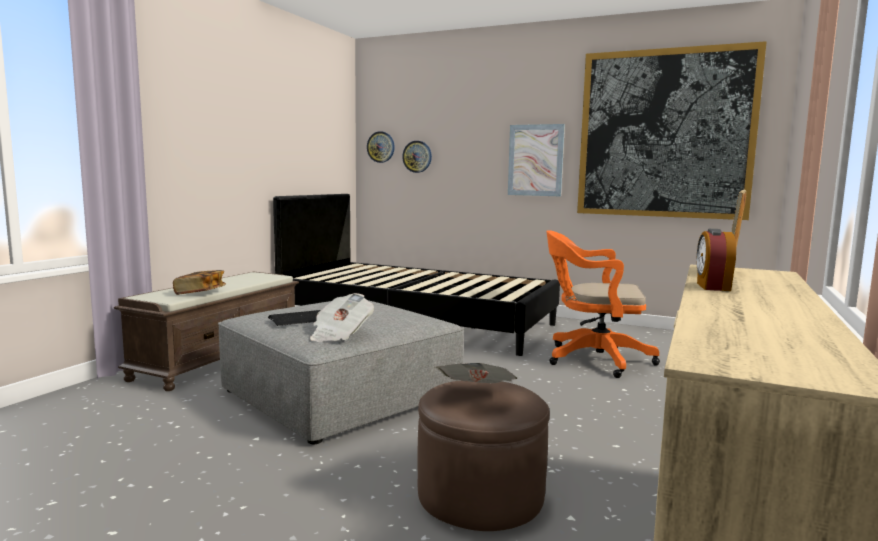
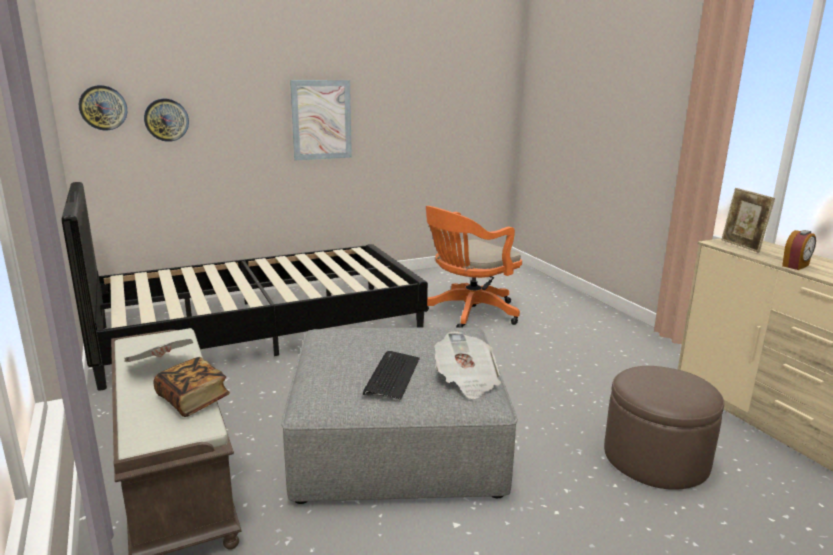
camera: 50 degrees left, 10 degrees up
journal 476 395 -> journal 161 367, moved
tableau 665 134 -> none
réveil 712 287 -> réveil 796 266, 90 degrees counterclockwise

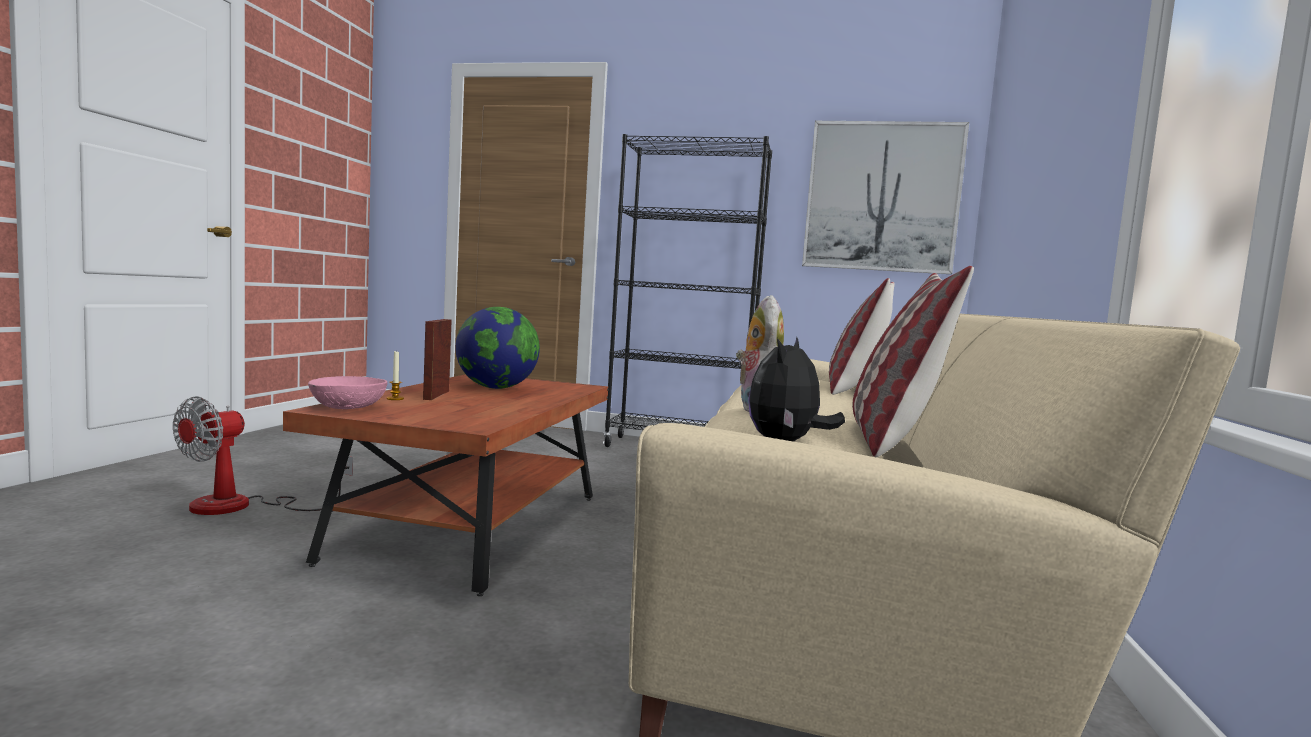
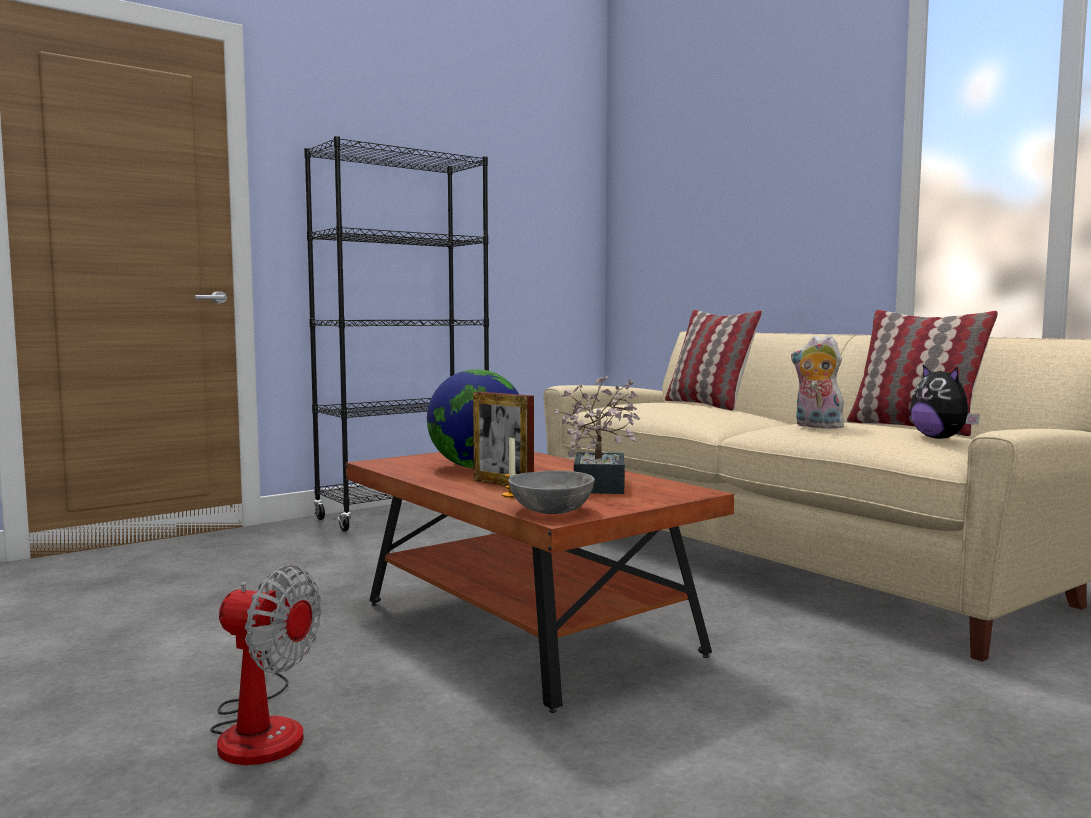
camera: 50 degrees left, 0 degrees up
ventilateur 242 506 -> ventilateur 261 728, 45 degrees counterclockwise
bol (rose) 349 407 -> bol (gris) 552 510
tableau 882 197 -> none
none -> plante en pot 600 483

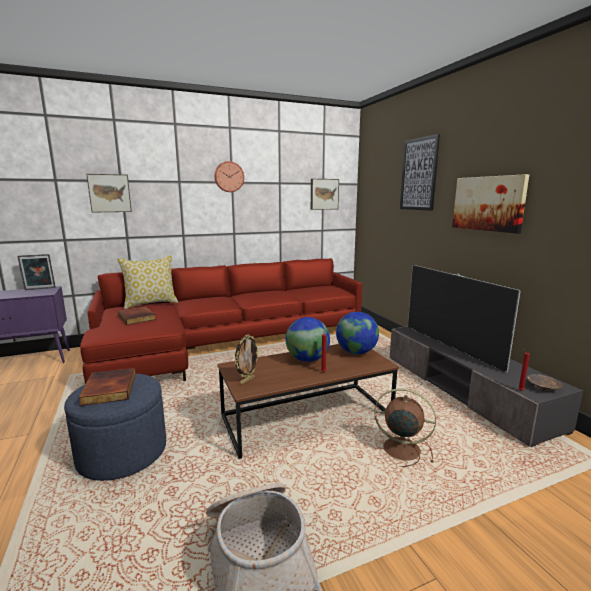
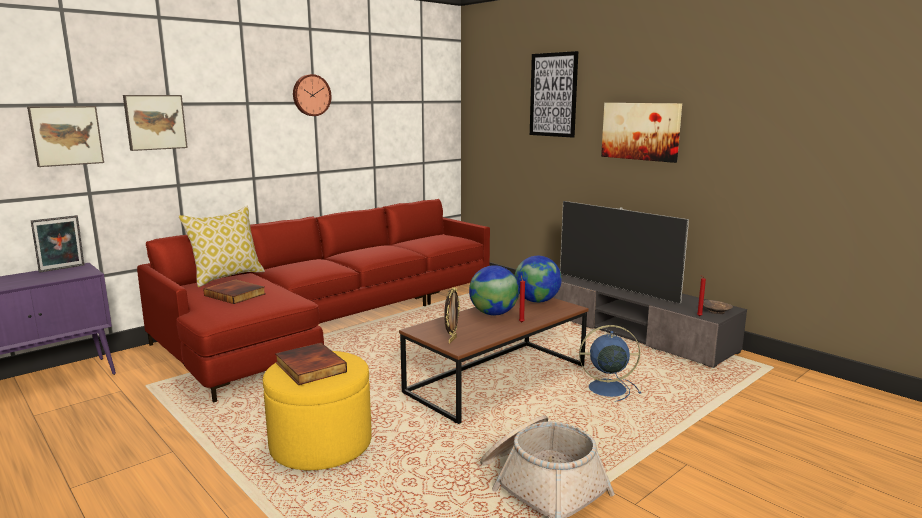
camera: 20 degrees left, 0 degrees up
pouf (bleu) 122 453 -> pouf (jaune) 321 444
tableau 324 194 -> tableau 66 135, moved
ventilateur (marron) 399 449 -> ventilateur (bleu) 605 389

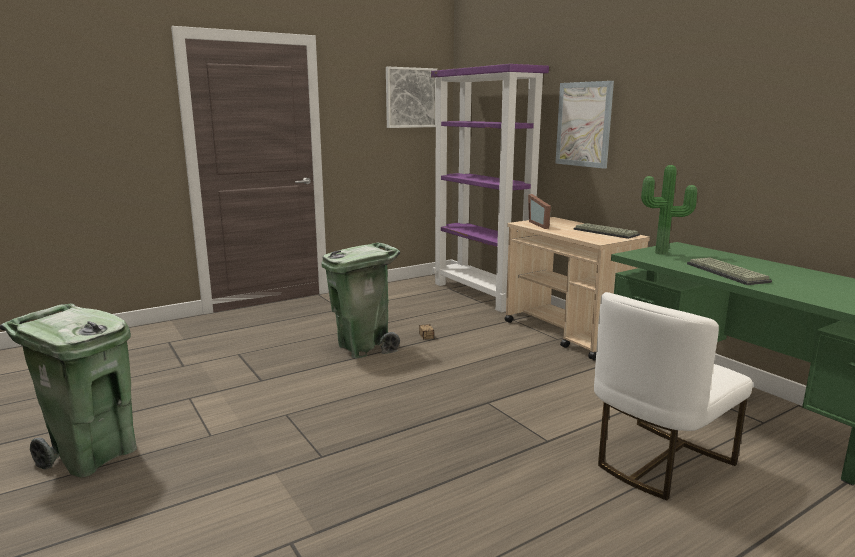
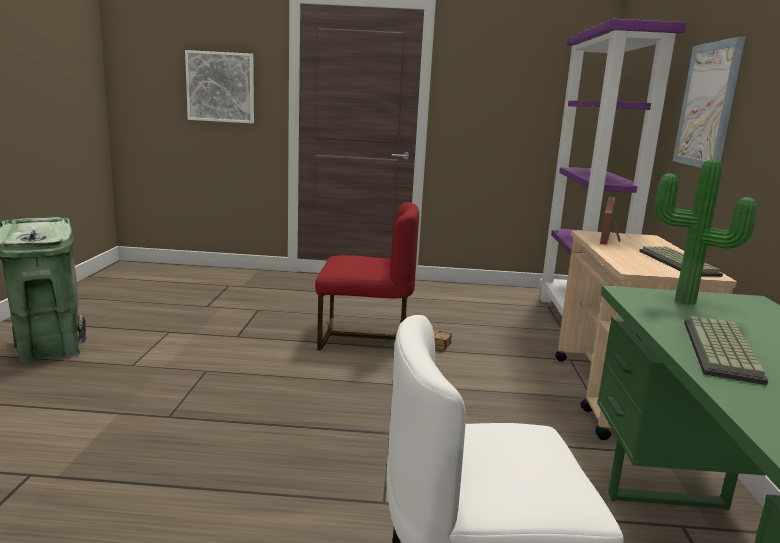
camera: 35 degrees right, 0 degrees up
poubelle (vert) 363 347 -> chaise (rouge) 364 337
tableau 411 98 -> tableau 220 87, moved

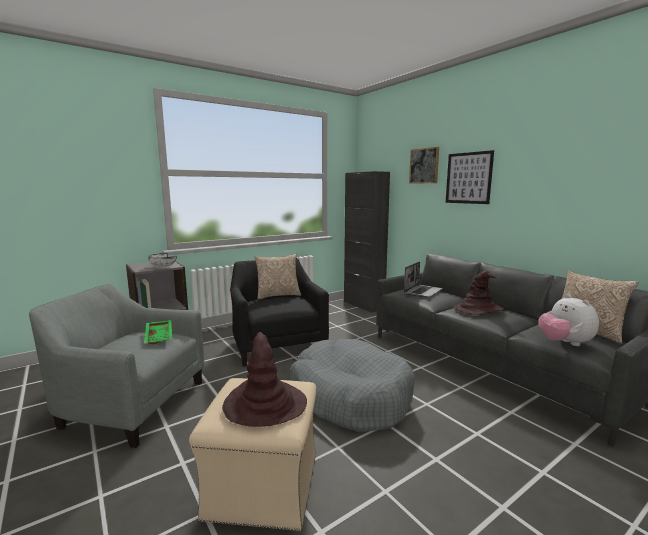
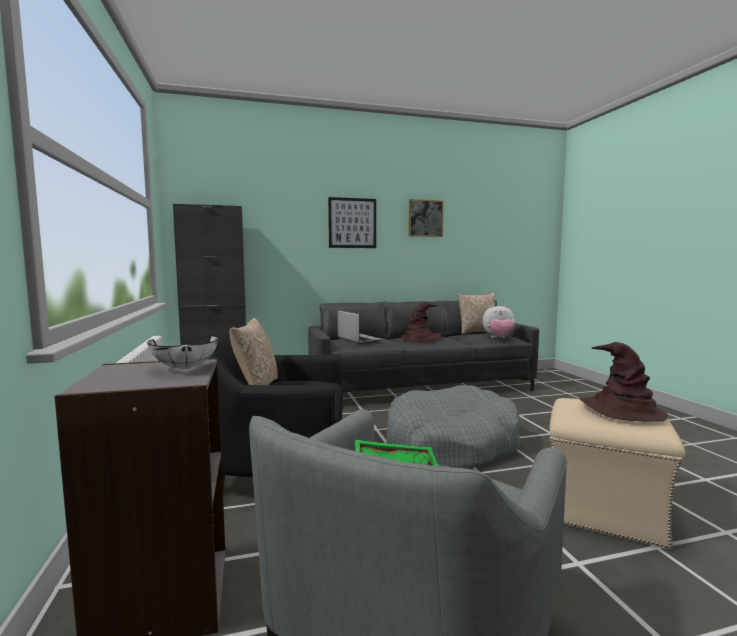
camera: 70 degrees left, 5 degrees down
tableau 424 166 -> tableau 425 218, moved

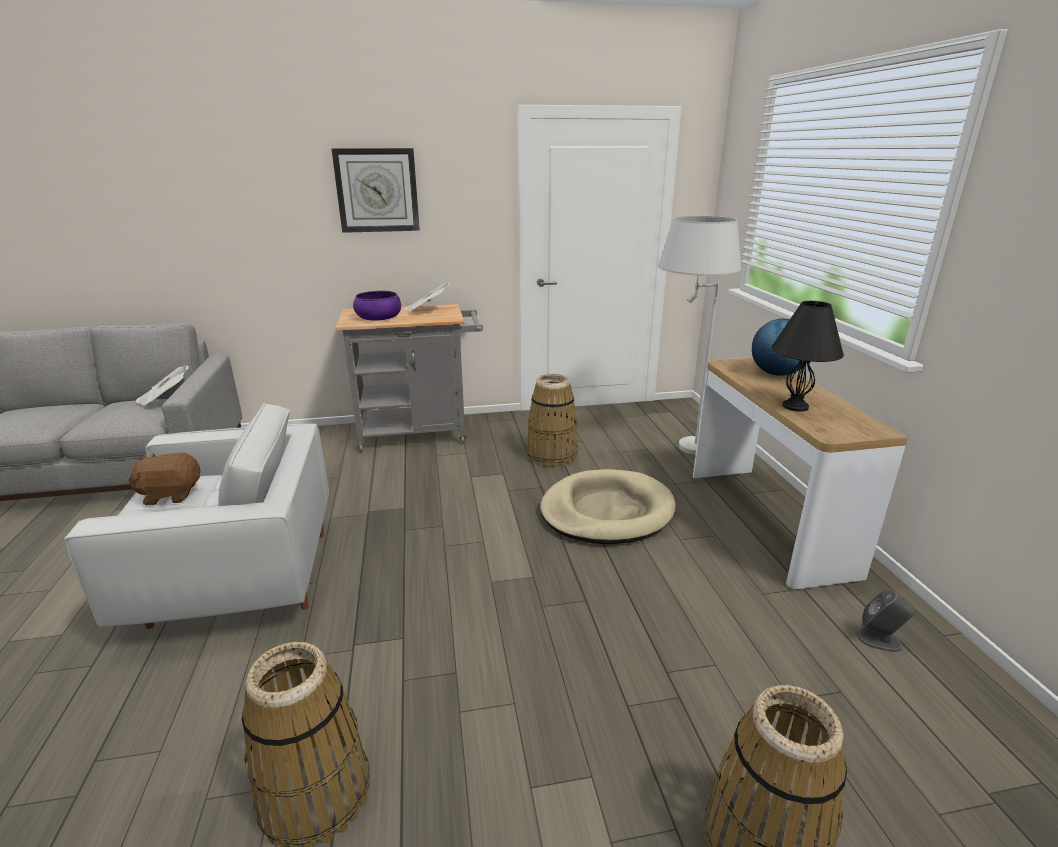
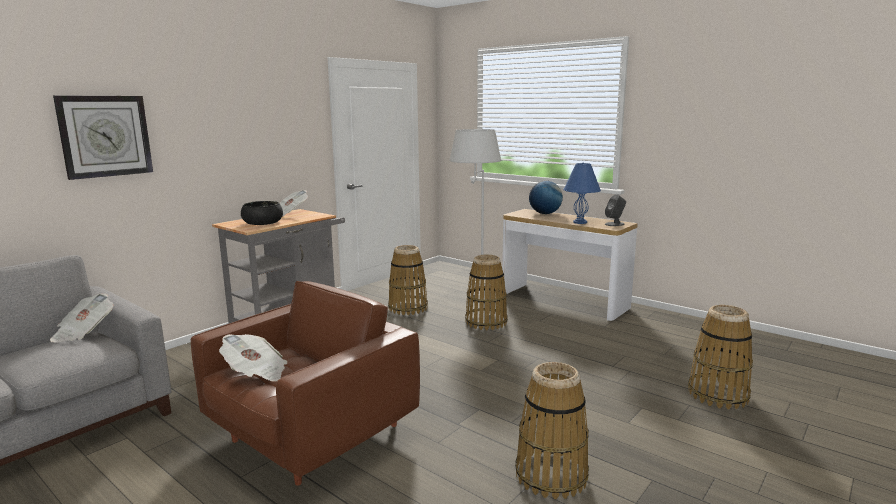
camera: 40 degrees left, 10 degrees down
fauteuil (blanc) 235 578 -> fauteuil (marron) 310 436
peluche (marron) 171 494 -> journal 256 373
horloge murale 377 190 -> horloge murale 105 136, moved
bol (violet) 378 317 -> bol (noir) 262 223
panier pour chien (beige) 606 511 -> panier 485 322
lampe de table (noir) 796 406 -> lampe de table (bleu) 580 222
enceinte (gris) 879 640 -> enceinte (gris) 614 224, moved

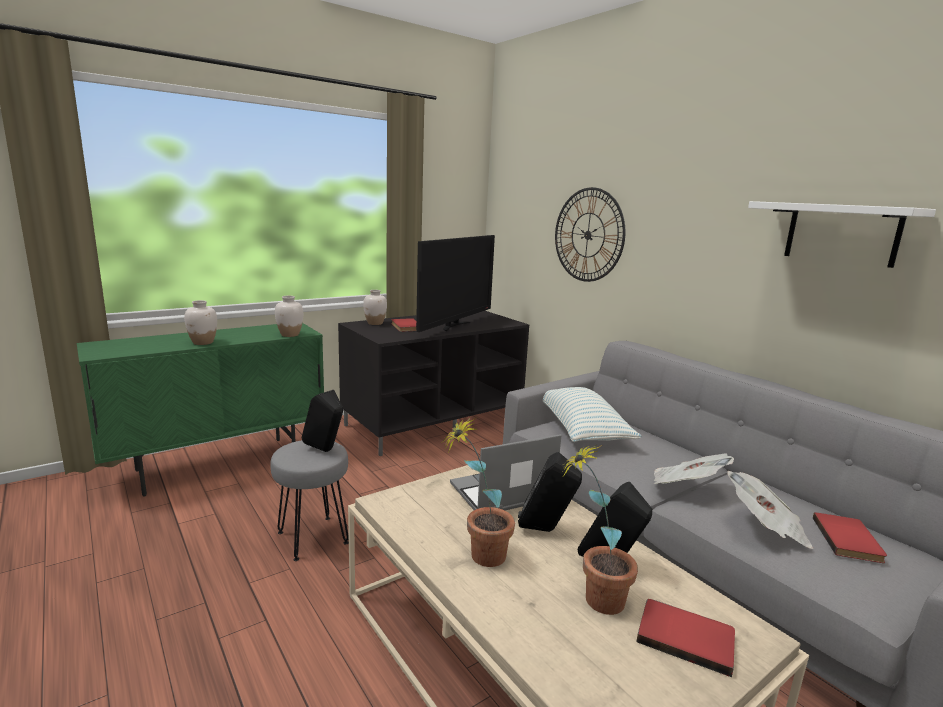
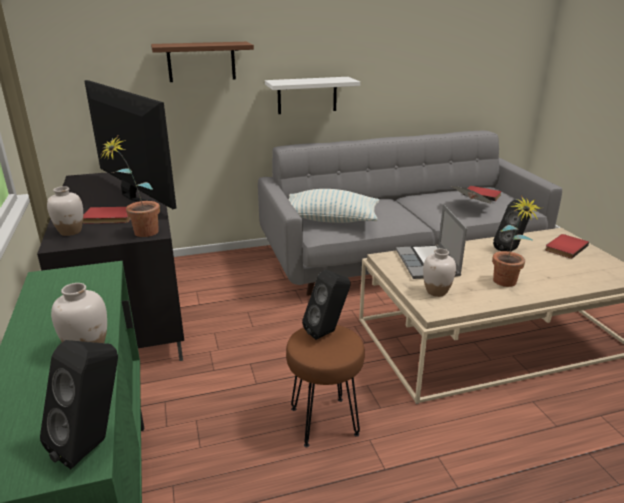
camera: 70 degrees left, 10 degrees up
tabouret (gris) 313 537 -> tabouret (marron) 323 421
vase (blanc) 290 335 -> vase (blanc) 436 291, moved
enceinte (noir) 546 530 -> enceinte (noir) 94 443, moved
horloge murale 588 235 -> étagère (marron) 201 61
plante en pot 592 598 -> plante en pot 140 234, moved
journal 686 486 -> none
étagère (blanc) 841 233 -> étagère (blanc) 307 95, moved

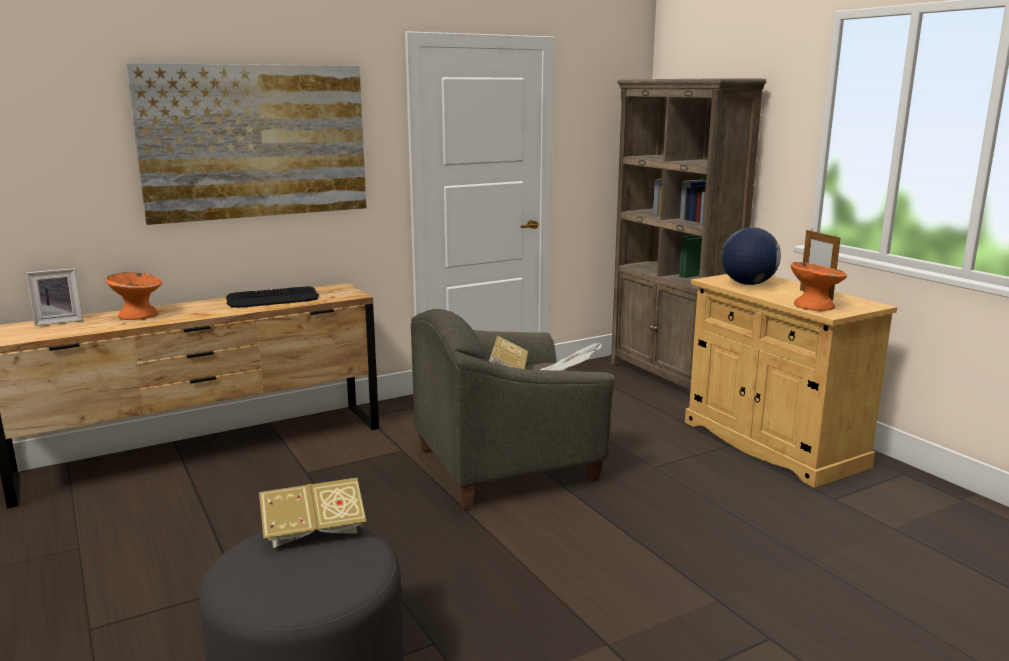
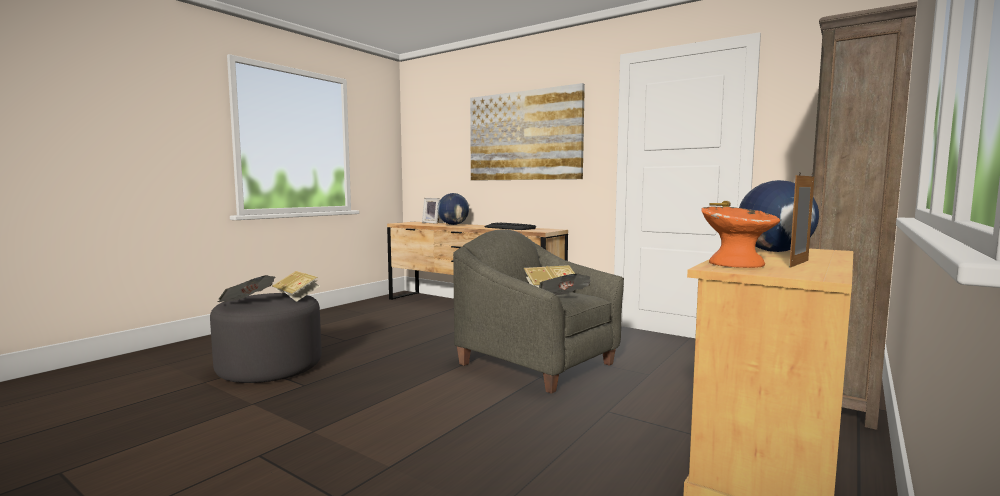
camera: 65 degrees right, 10 degrees down
bol (orange) 138 315 -> globe 453 224
none -> journal 247 303

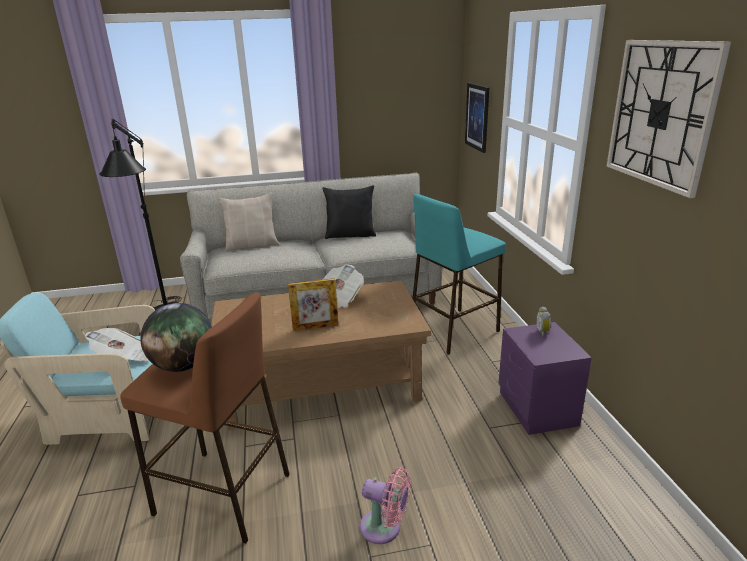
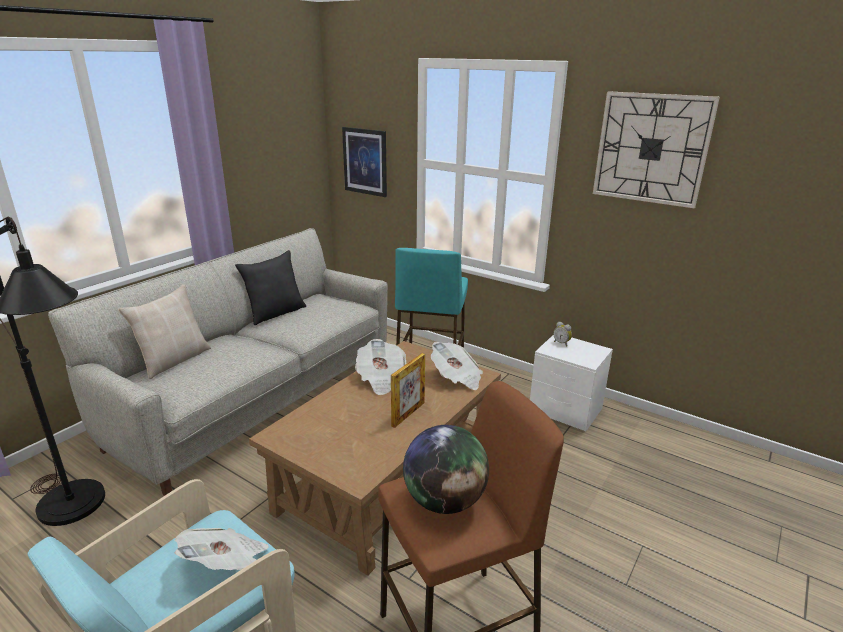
camera: 45 degrees left, 0 degrees up
ventilateur (rose) 384 528 -> none
table de chevet (violet) 537 409 -> table de chevet (blanc) 565 410
none -> journal 457 378

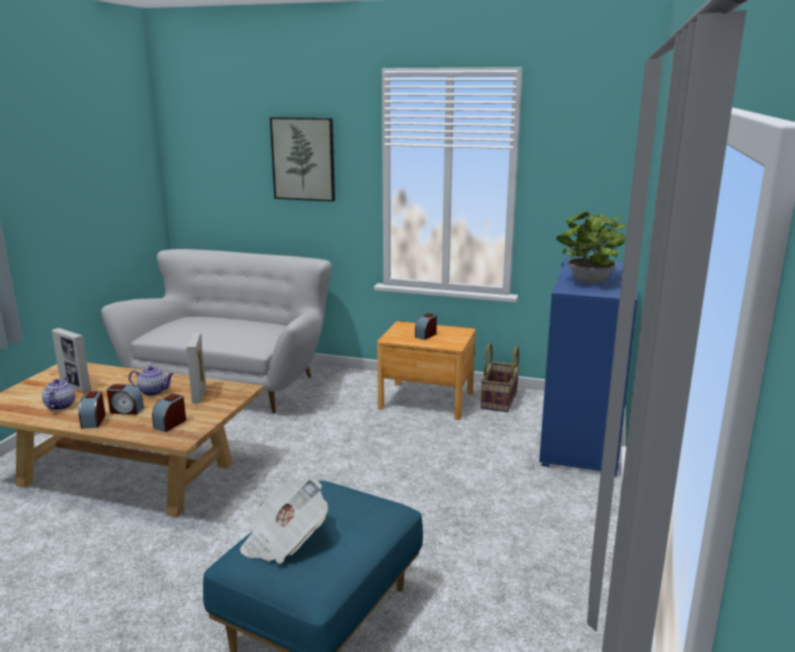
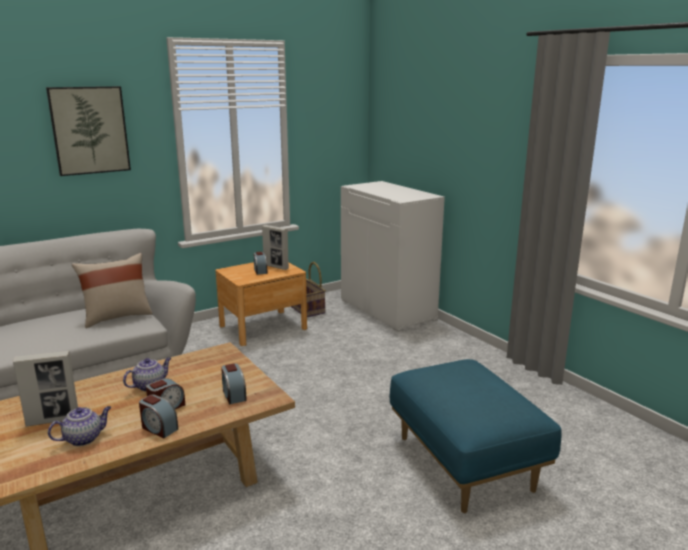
camera: 50 degrees left, 0 degrees up
théière 60 405 -> théière 84 438, 105 degrees clockwise
cadre photo 199 395 -> cadre photo 276 267, moved
journal 284 540 -> none
meuble de rangement (bleu) 582 439 -> meuble de rangement (blanc) 388 310
plante en pot 588 281 -> none
none -> coussin (beige) 117 317

